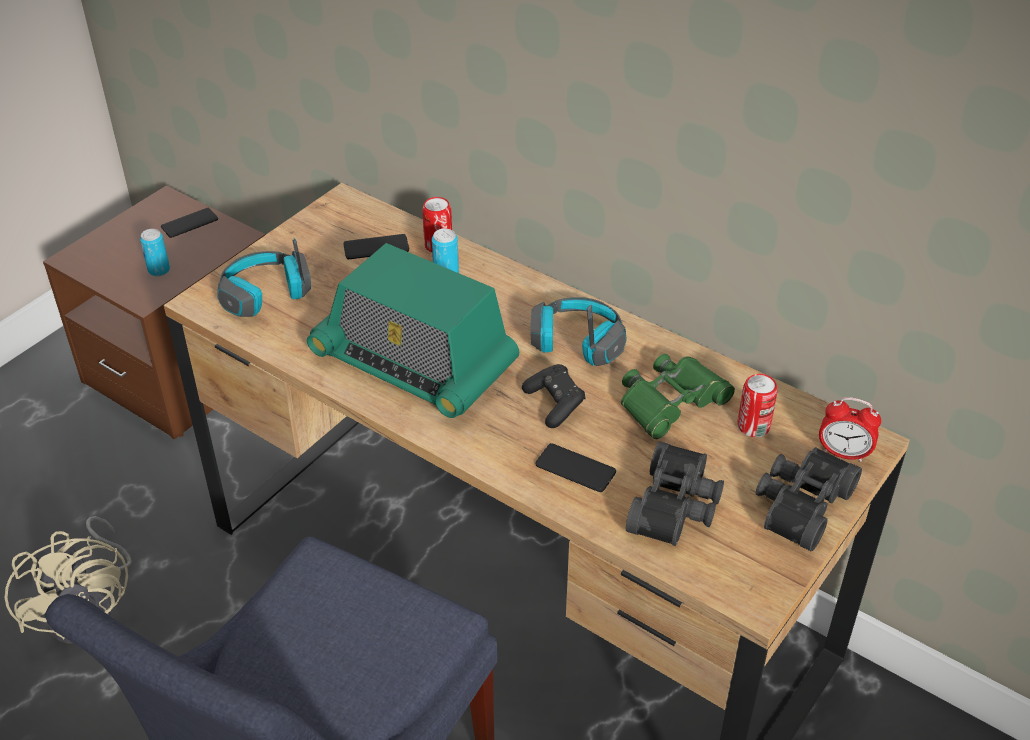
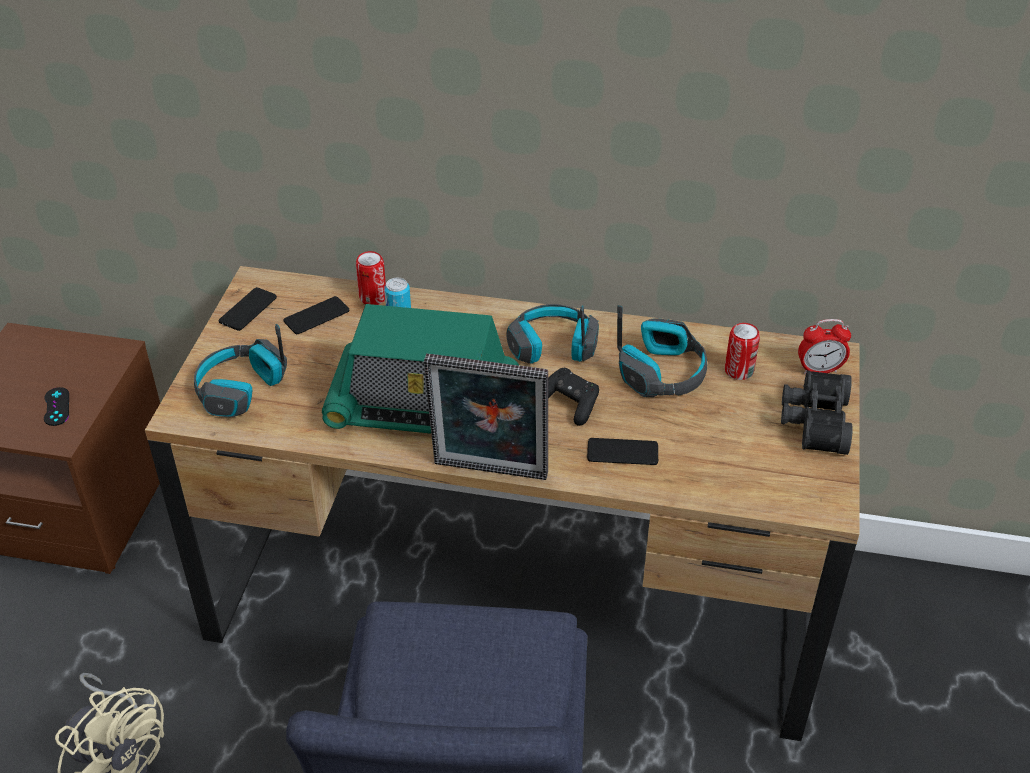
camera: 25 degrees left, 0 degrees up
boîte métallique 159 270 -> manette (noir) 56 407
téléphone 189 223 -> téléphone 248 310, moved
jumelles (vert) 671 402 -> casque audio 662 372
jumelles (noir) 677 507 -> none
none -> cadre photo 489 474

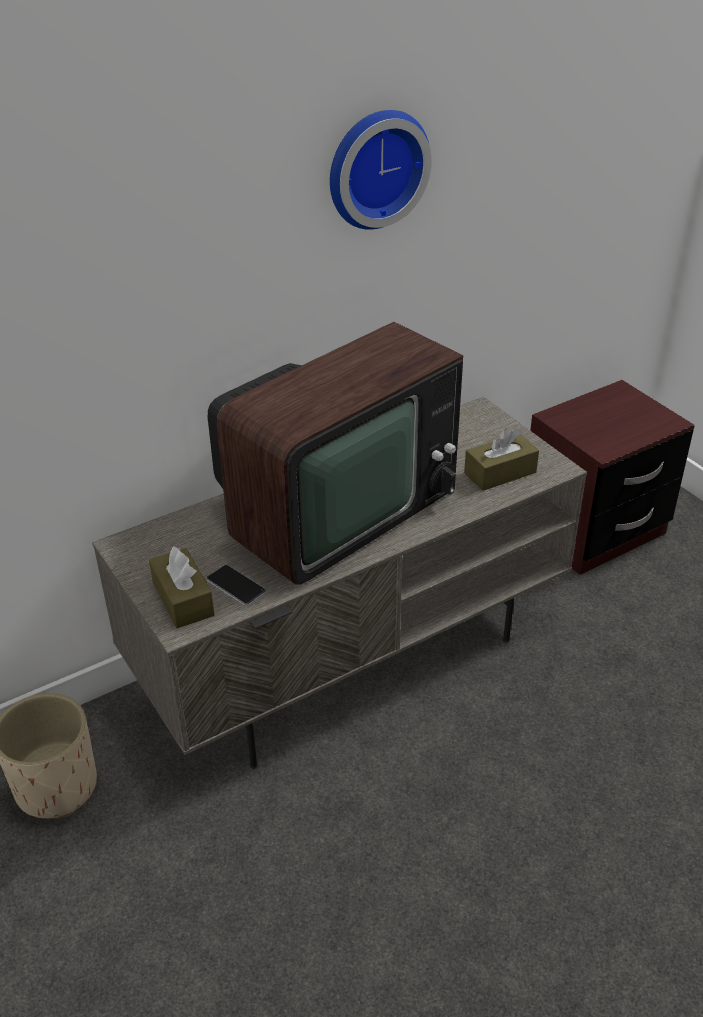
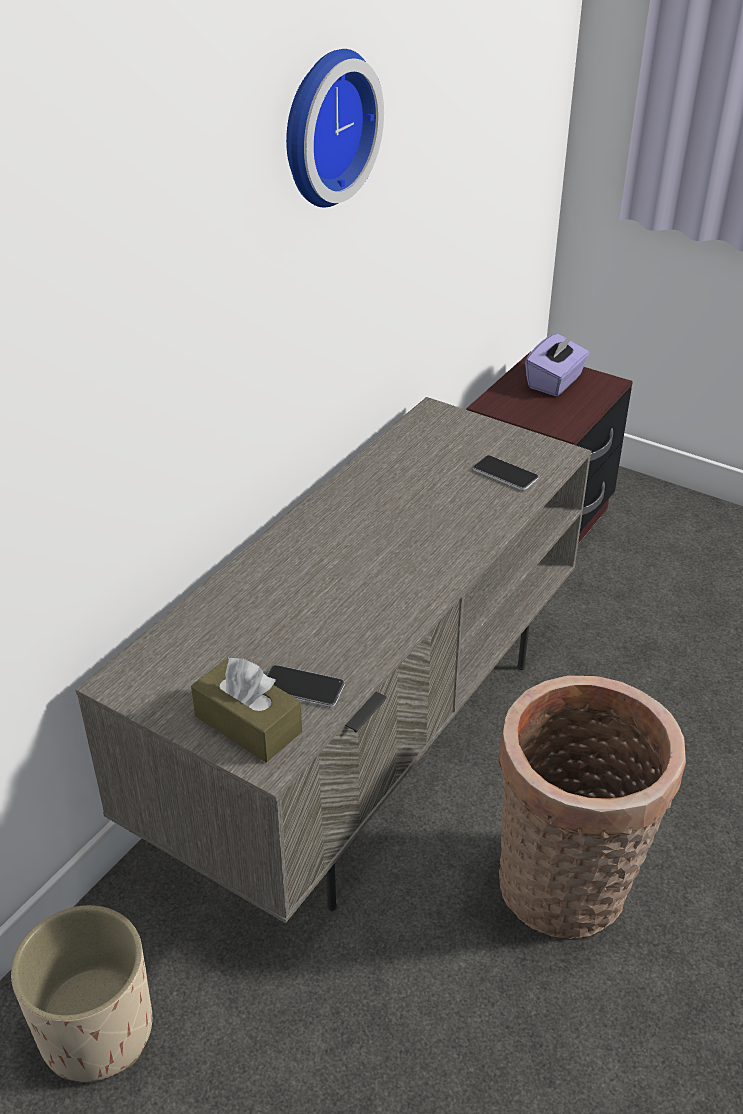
camera: 25 degrees left, 0 degrees up
téléviseur 333 510 -> none
boîte à mouchoirs (marron) 500 473 -> téléphone 505 474
none -> panier 566 892
none -> boîte à mouchoirs (violet) 555 382

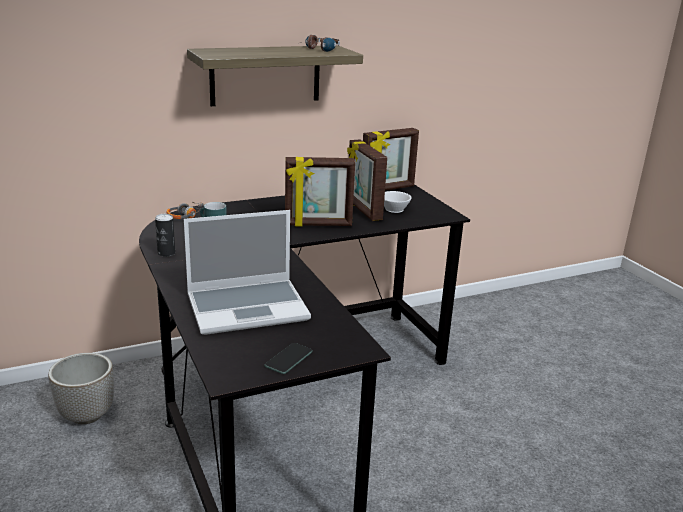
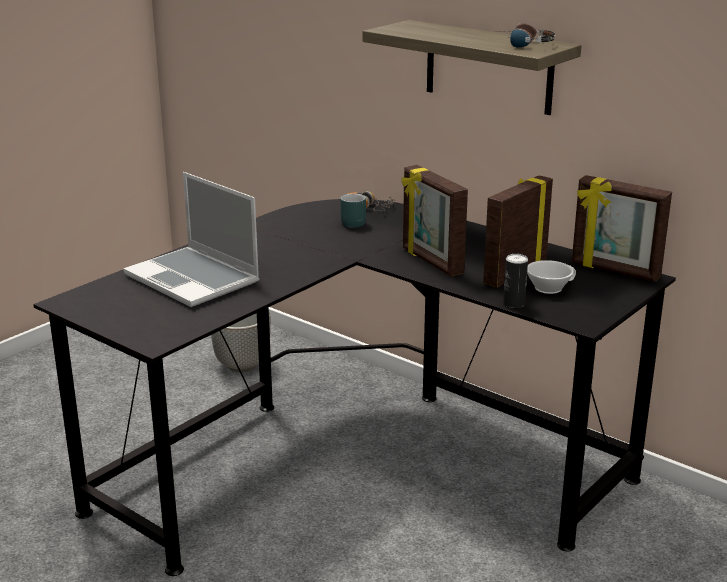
camera: 65 degrees right, 0 degrees up
boîte métallique 166 253 -> boîte métallique 513 303, moved
téléphone 288 359 -> none

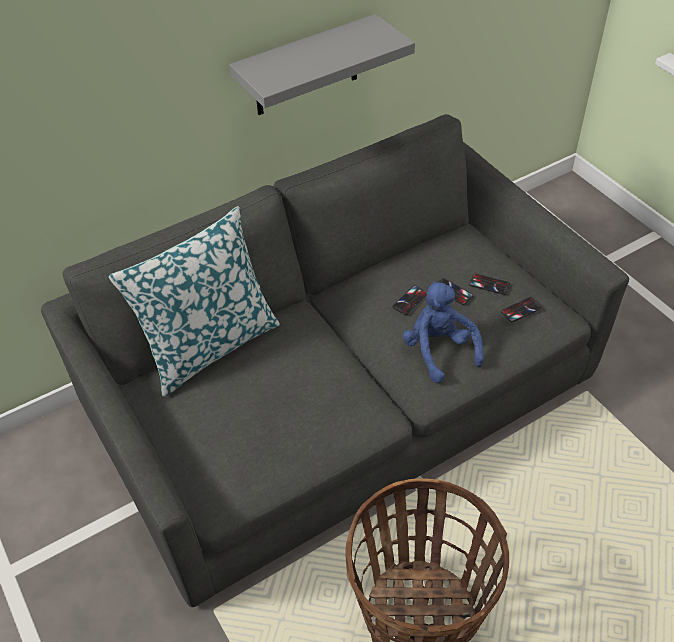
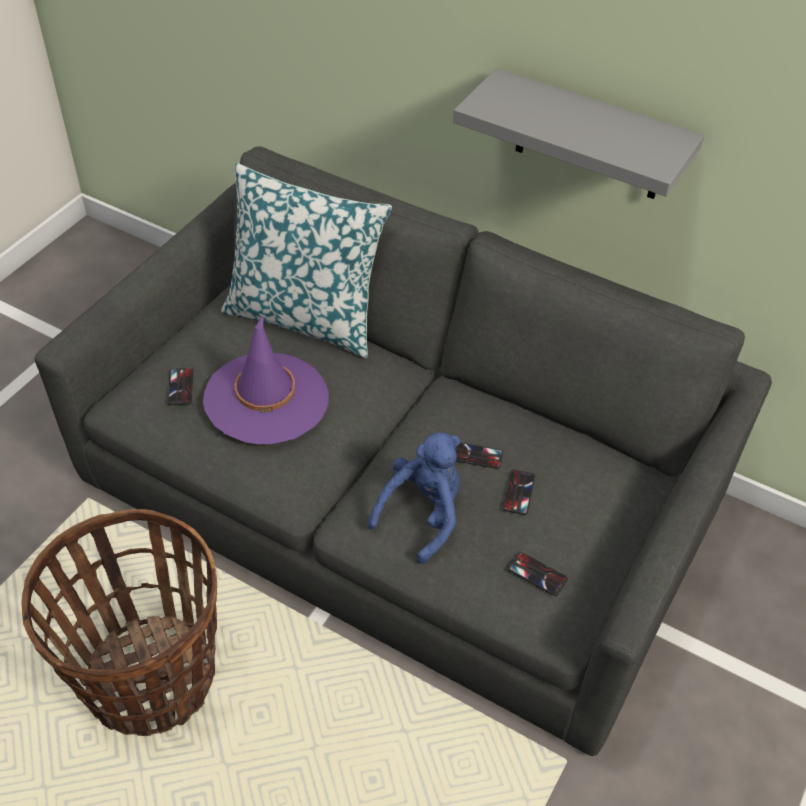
camera: 60 degrees right, 0 degrees up
téléphone 489 284 -> téléphone 181 387, moved
none -> chapeau (violet) 266 398

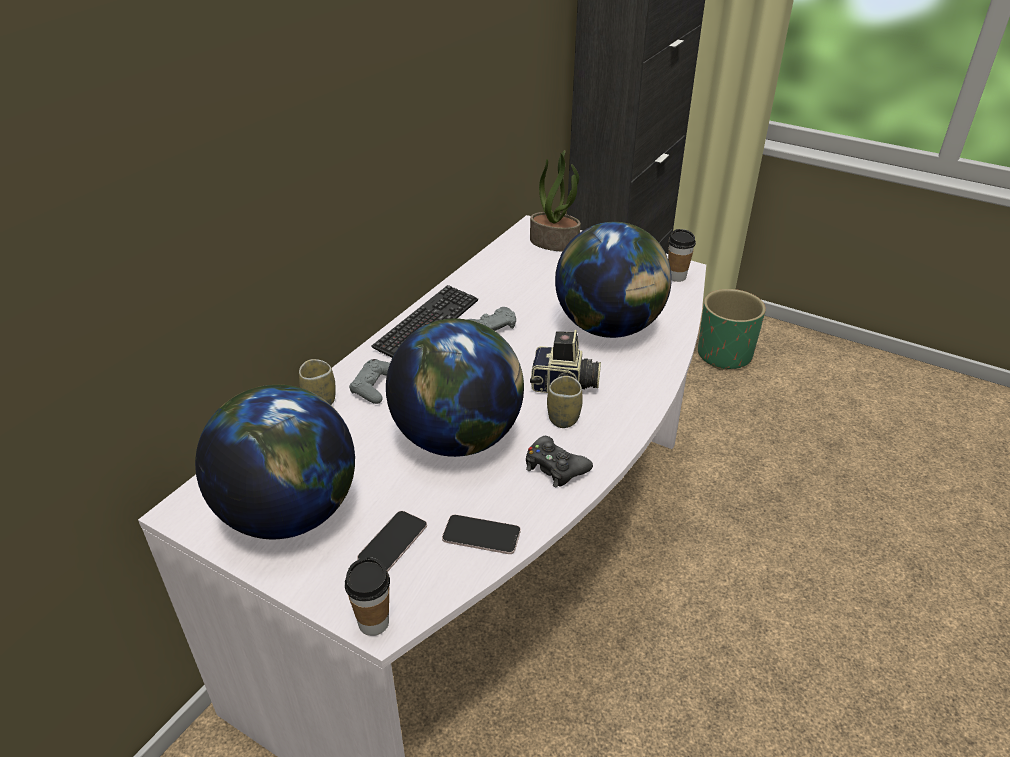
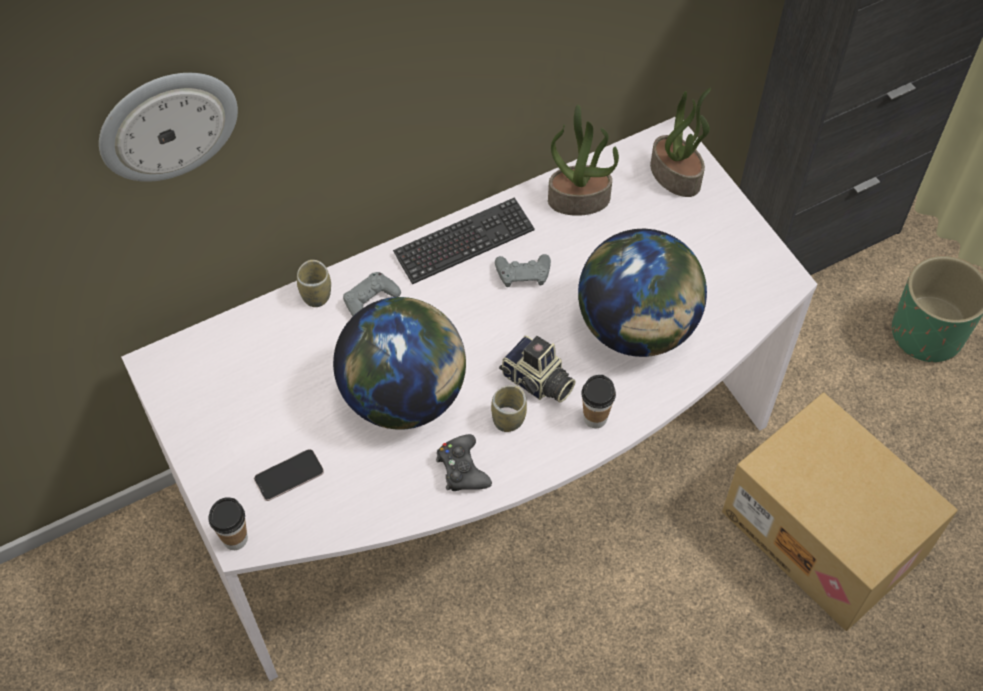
camera: 30 degrees right, 20 degrees up
globe 289 512 -> none
téléphone 481 535 -> none
tasse 676 277 -> tasse 595 418, moved
none -> horloge murale 167 124
none -> plante en pot 579 199
none -> carton 826 532

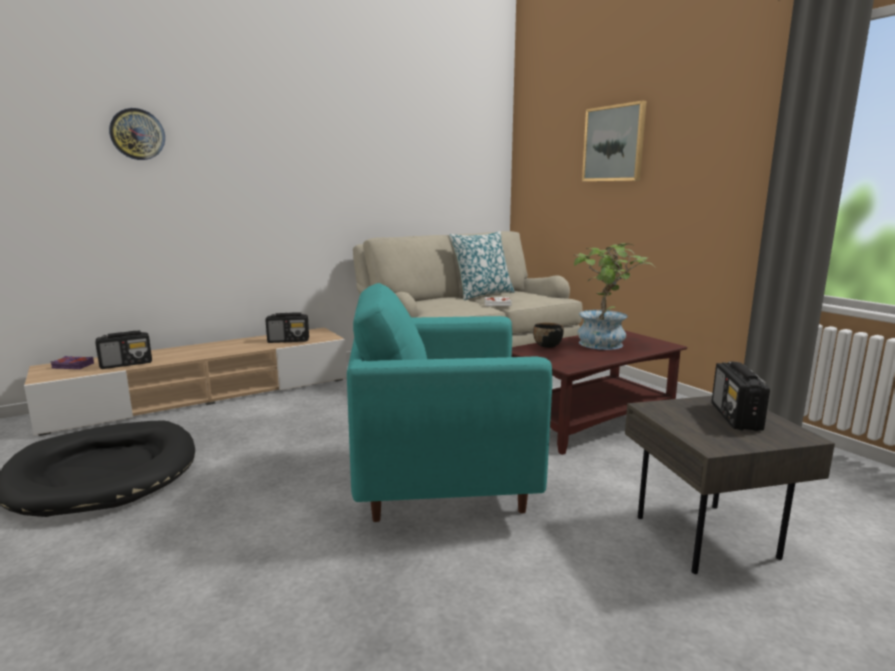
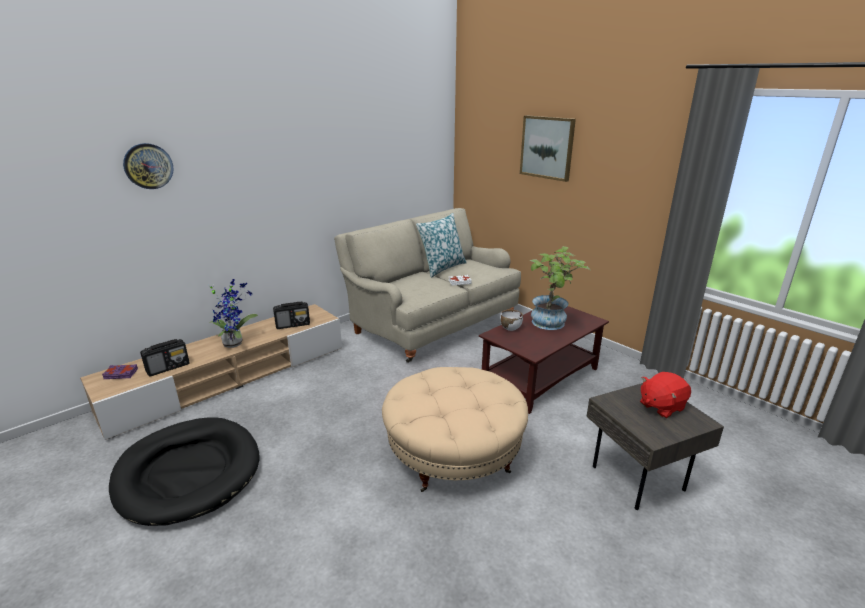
camera: 10 degrees left, 10 degrees up
fauteuil (turquoise) 441 484 -> pouf (beige) 453 453
bol (noir) 547 345 -> bol (blanc) 510 327
radio 735 417 -> peluche (rouge) 661 406
none -> plante en pot 235 342

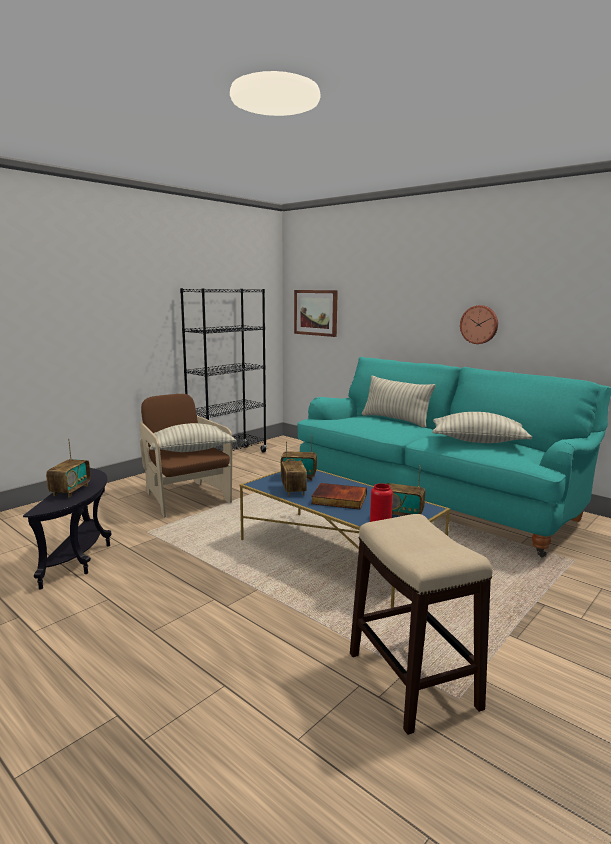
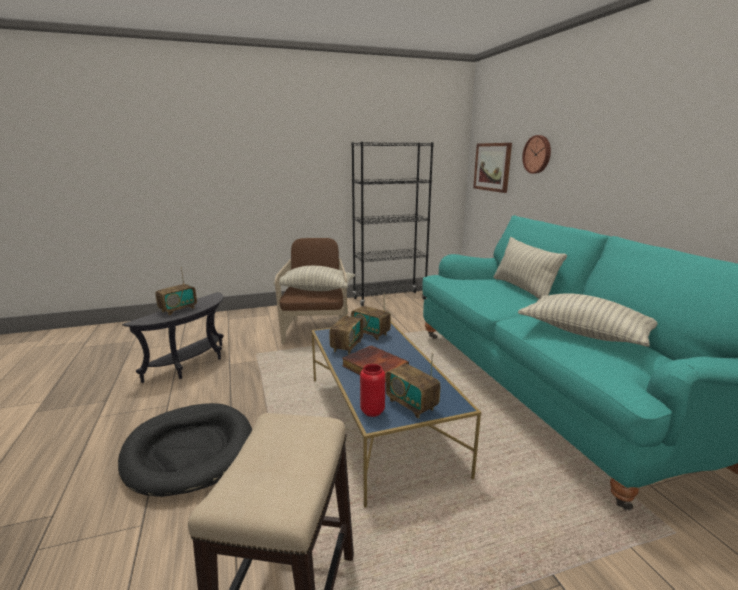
camera: 30 degrees right, 5 degrees up
horloge murale 479 324 -> horloge murale 537 154, moved
none -> panier pour chien (noir) 189 451

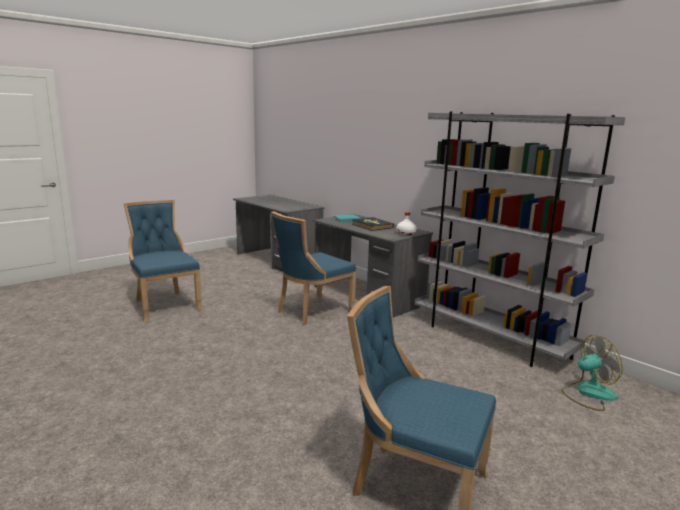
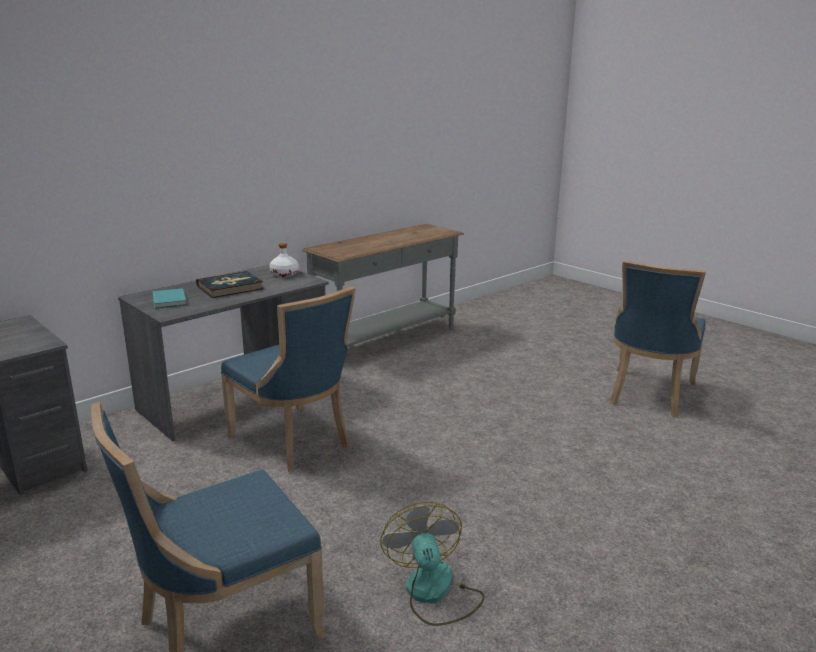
camera: 90 degrees left, 5 degrees up
bibliothèque (gris) 490 339 -> table console (gris) 387 341
ventilateur 588 393 -> ventilateur 434 593, moved

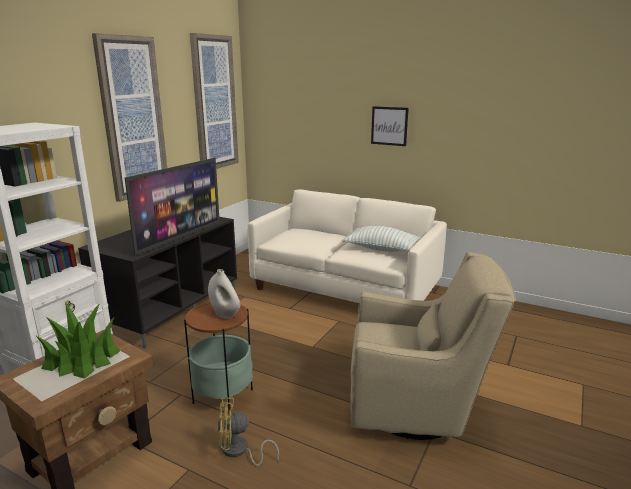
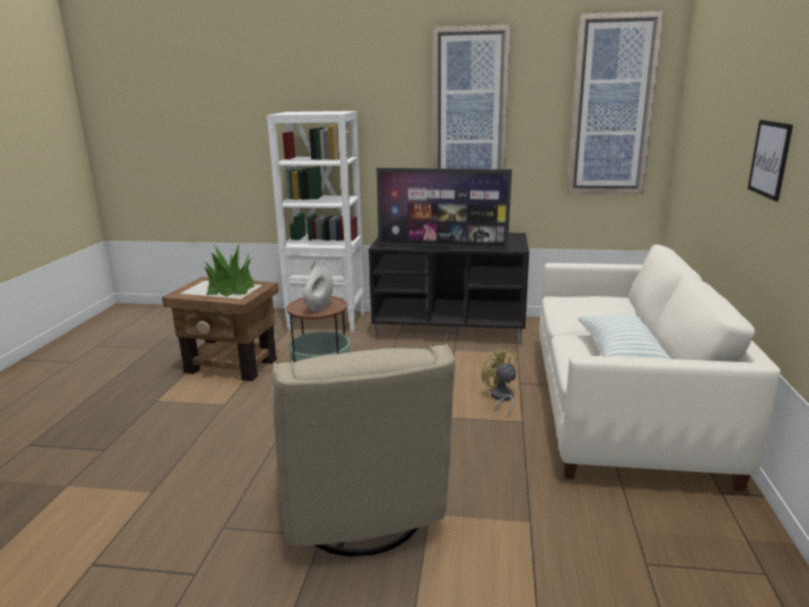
camera: 70 degrees right, 0 degrees up
ventilateur (jaune) 239 451 -> ventilateur (jaune) 501 398, moved

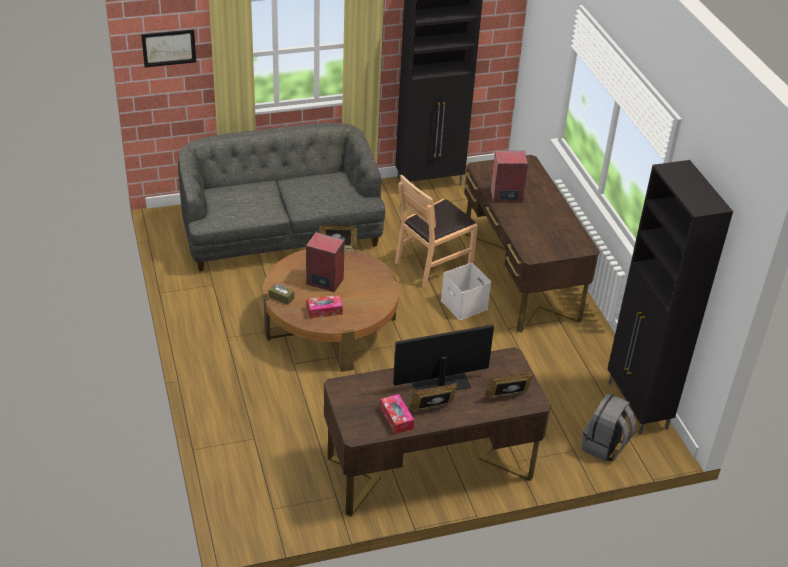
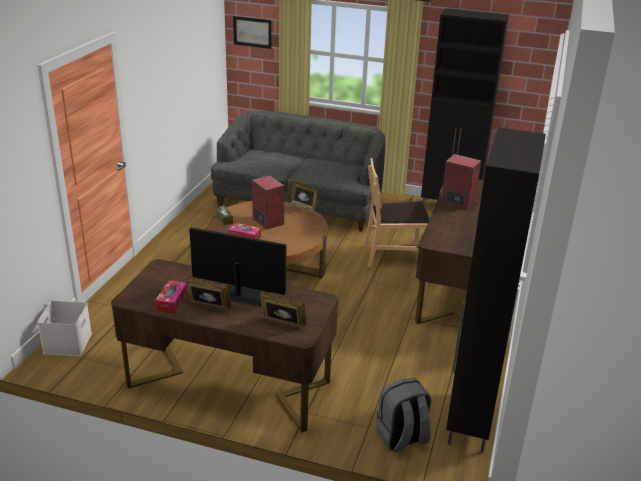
camera: 35 degrees right, 10 degrees down
boîte de rangement (blanc) 463 304 -> boîte de rangement (blanc) 67 342, moved

